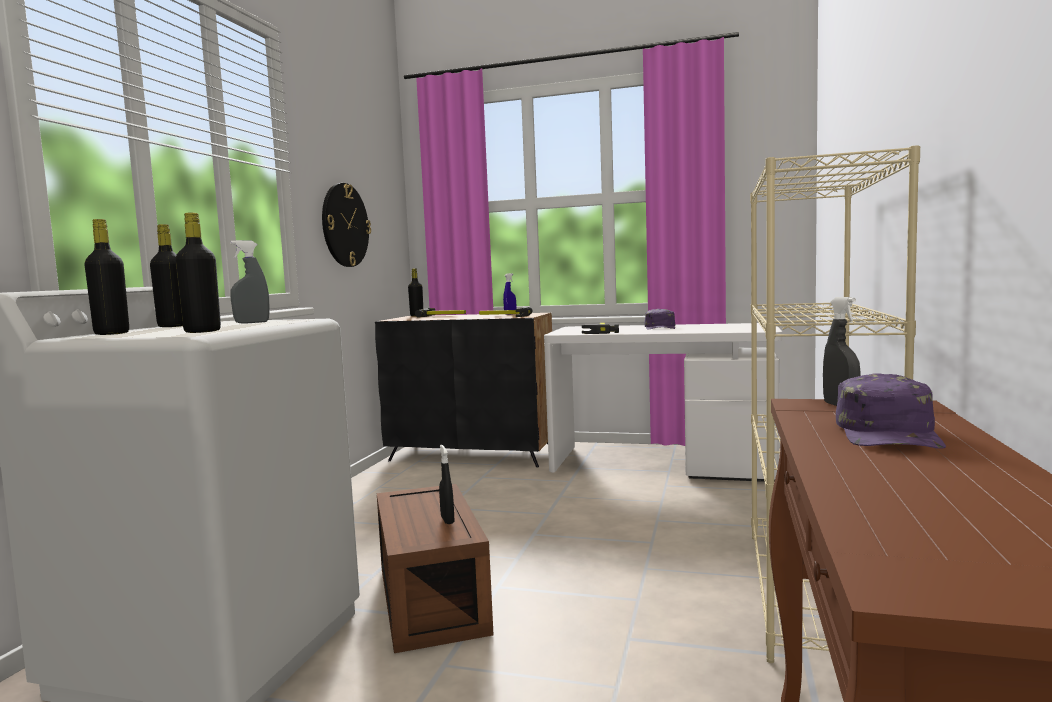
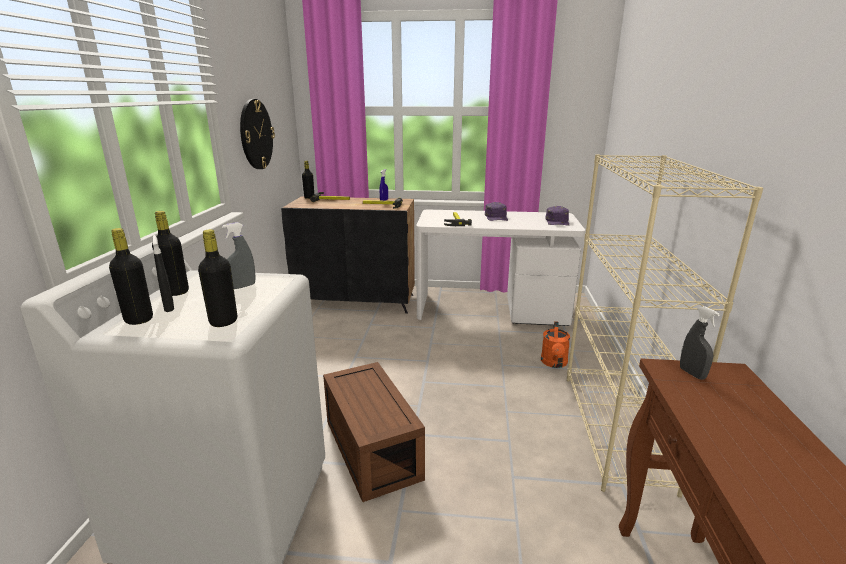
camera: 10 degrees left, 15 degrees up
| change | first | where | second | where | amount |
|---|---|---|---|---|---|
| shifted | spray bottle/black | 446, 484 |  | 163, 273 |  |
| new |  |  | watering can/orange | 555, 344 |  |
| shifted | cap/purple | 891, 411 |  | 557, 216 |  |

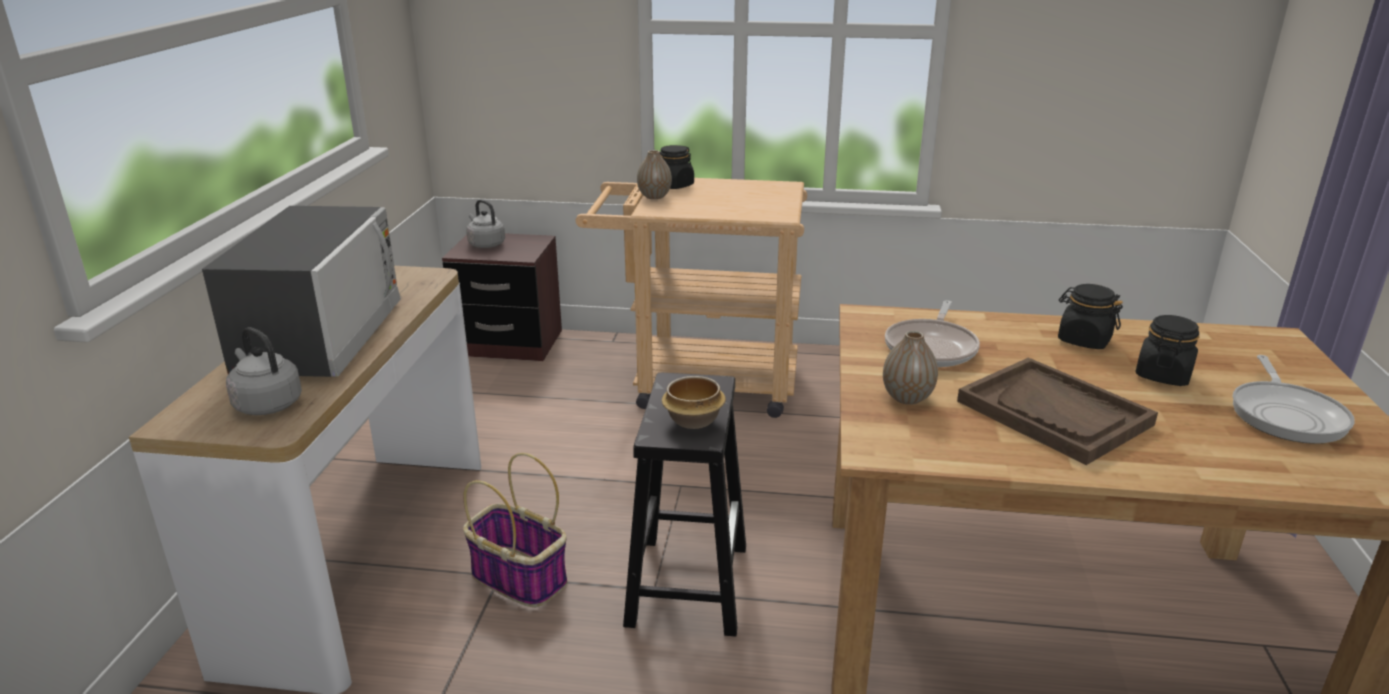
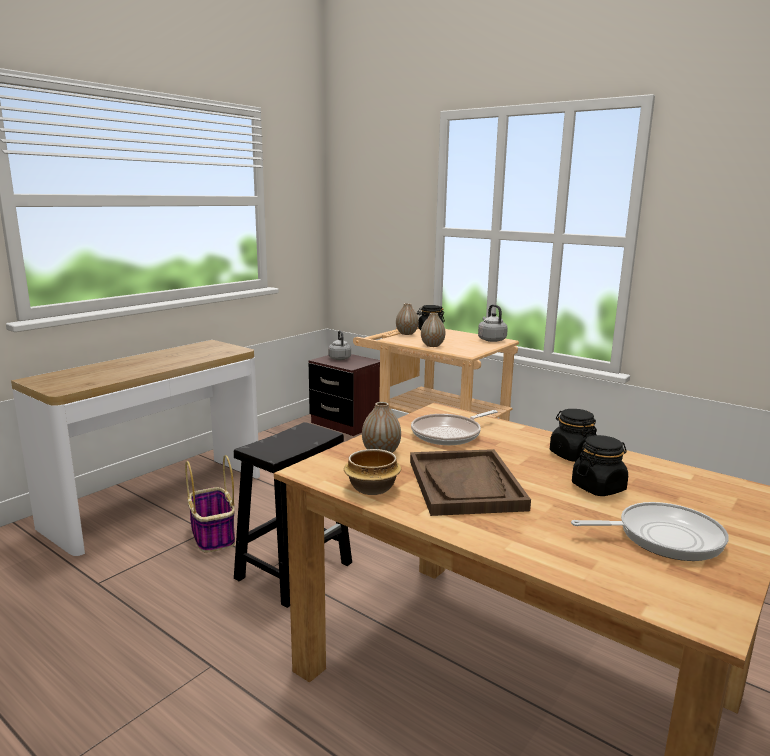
camera: 30 degrees right, 10 degrees down
| change | first | where | second | where | amount |
|---|---|---|---|---|---|
| shifted | bowl | 694, 402 |  | 372, 472 |  |
| new |  |  | vase | 433, 330 |  |
| shifted | kettle/grey | 264, 371 |  | 493, 323 |  |
| rotated | frying pan | 1294, 399 |  | 650, 531 | 135 degrees counterclockwise |
| gone | microwave | 301, 291 |  |  |  |

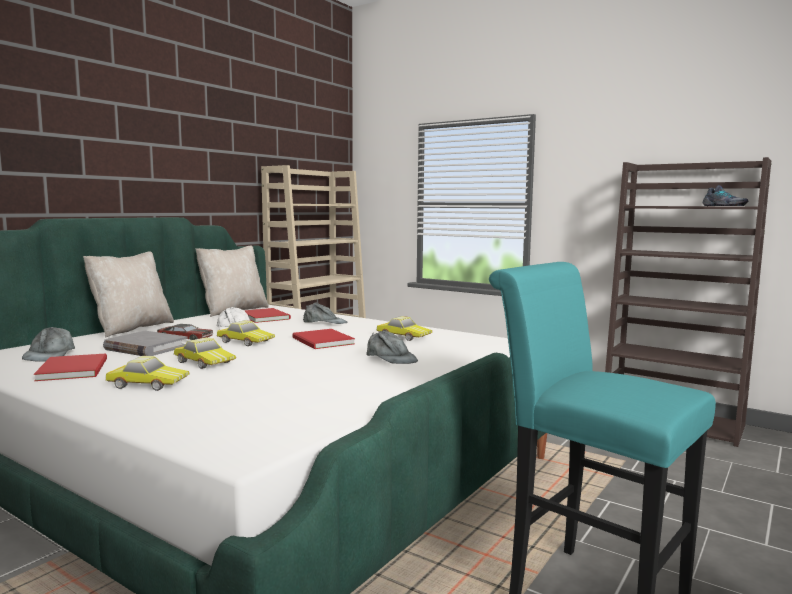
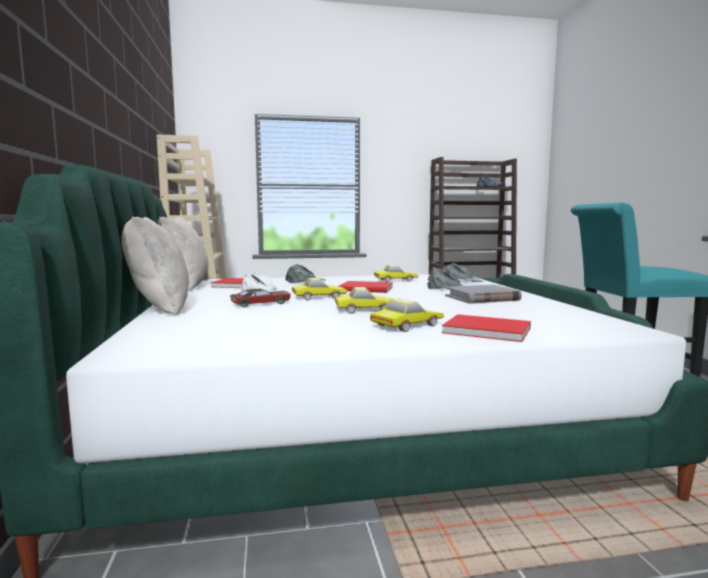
camera: 45 degrees left, 0 degrees up
| change | first | where | second | where | amount |
|---|---|---|---|---|---|
| shifted | book/red | 70, 367 |  | 486, 328 |  |
| shifted | cap/grey | 48, 344 |  | 463, 272 |  |
| shifted | book/grey | 145, 343 |  | 483, 294 |  |

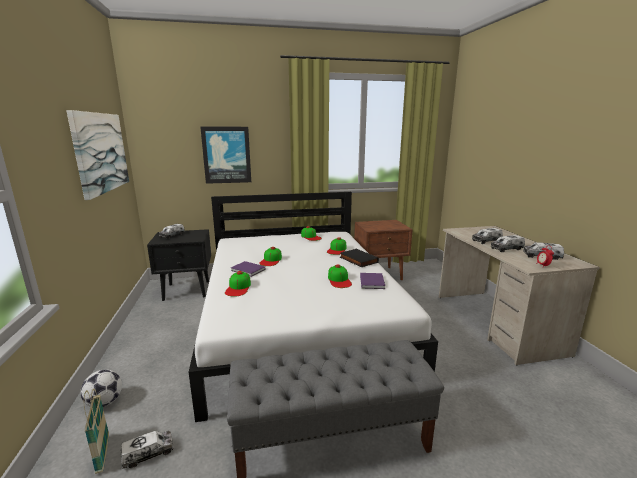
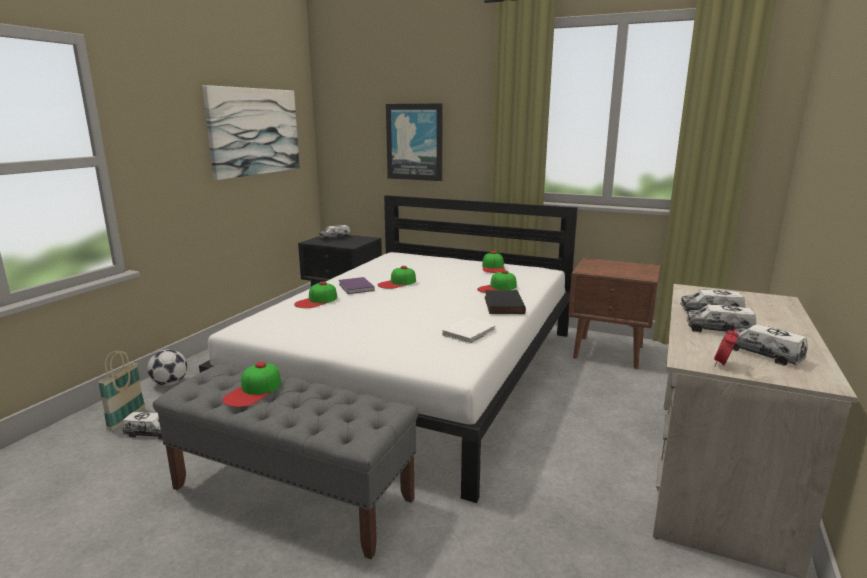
camera: 35 degrees right, 0 degrees up
| change | first | where | second | where | amount |
|---|---|---|---|---|---|
| shifted | cap | 340, 276 |  | 252, 384 |  |
| repainted | book/purple | 372, 281 | book/white | 469, 331 |  |

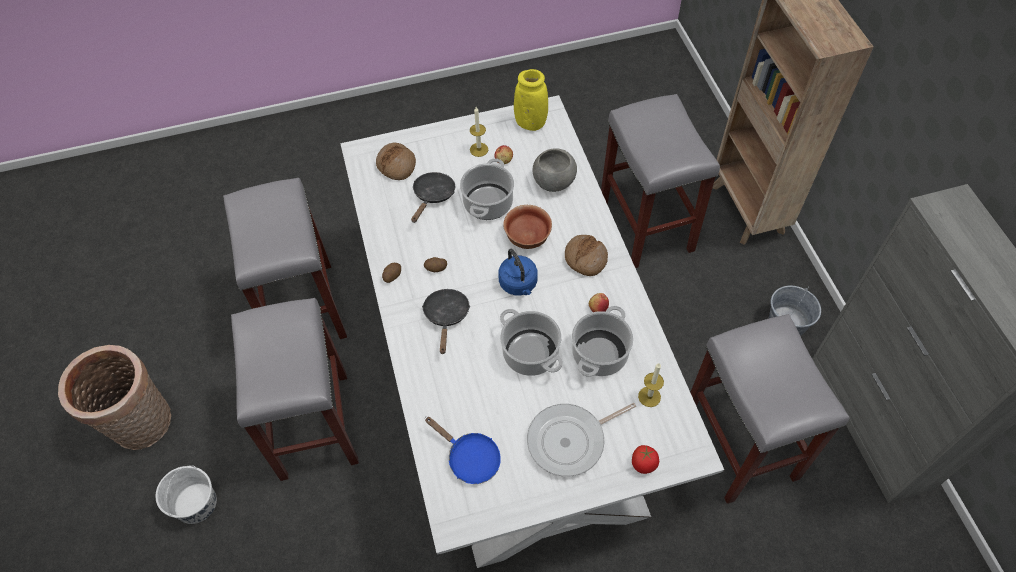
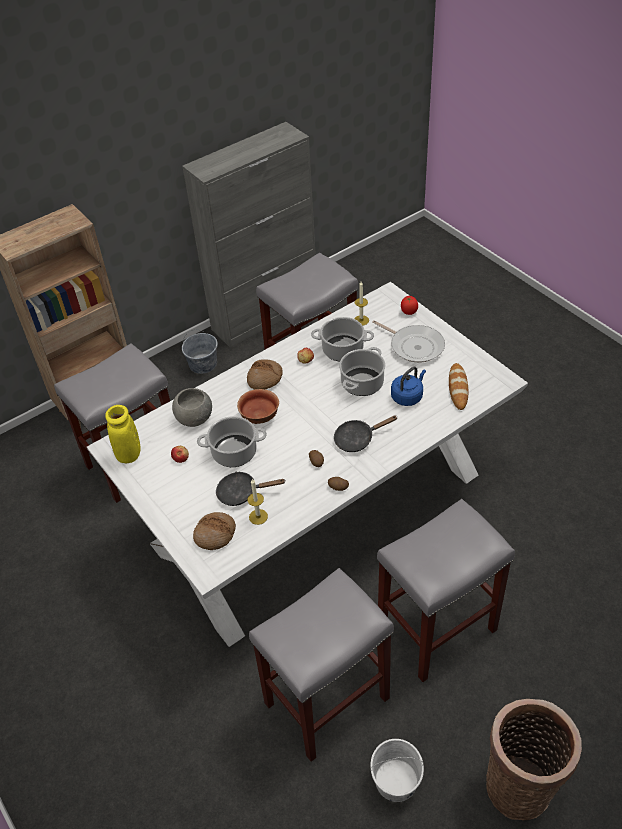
camera: 110 degrees left, 10 degrees down
| change | first | where | second | where | amount |
|---|---|---|---|---|---|
| shifted | candle | 479, 132 |  | 257, 502 |  |
| shifted | bucket/white | 186, 494 |  | 397, 770 |  |
| shifted | kettle/blue | 517, 272 |  | 408, 386 |  |
| swapped | frying pan/blue | 463, 450 | bread | 458, 386 |  |

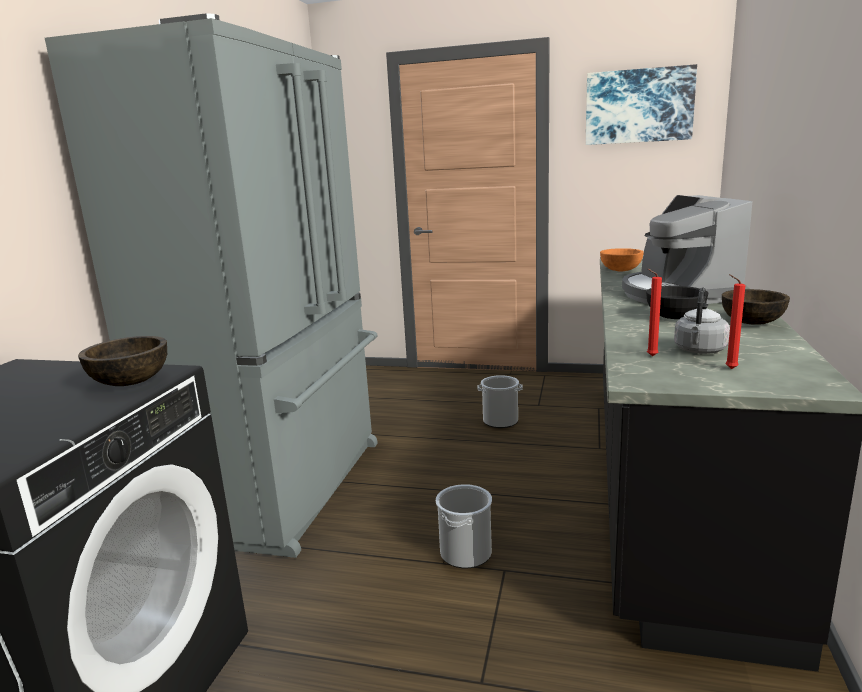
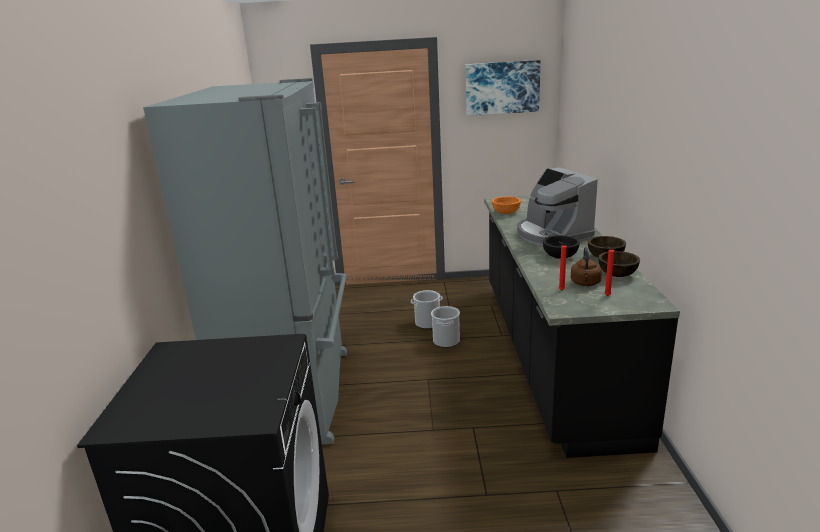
camera: 15 degrees left, 5 degrees up
| change | first | where | second | where | amount |
|---|---|---|---|---|---|
| shifted | bucket | 464, 526 |  | 445, 327 |  |
| repainted | kettle/grey | 702, 320 | kettle/brown | 586, 266 |  |
| shifted | bowl/brown | 122, 361 |  | 619, 264 |  |

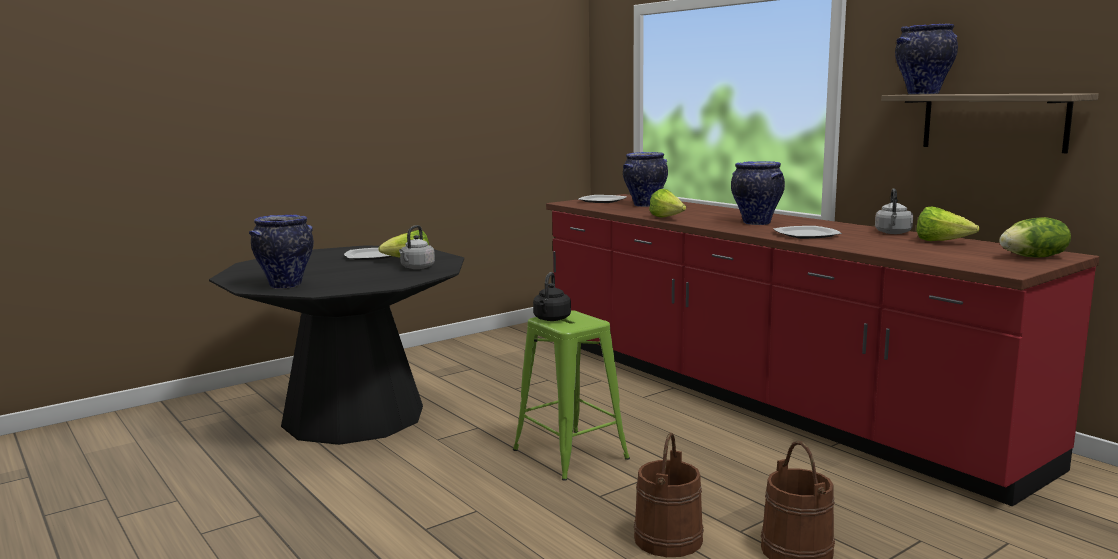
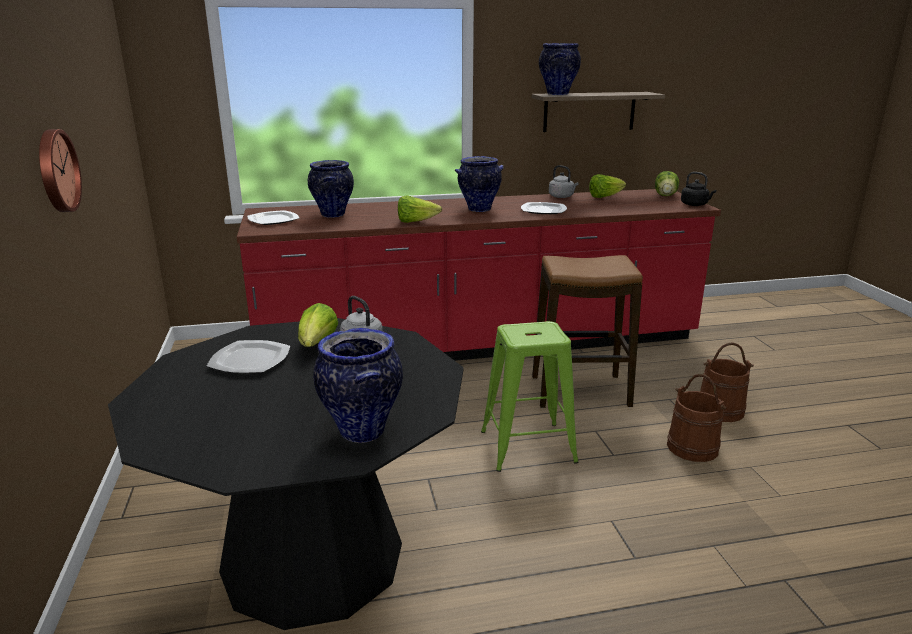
camera: 65 degrees left, 10 degrees up
| change | first | where | second | where | amount |
|---|---|---|---|---|---|
| new |  |  | wall clock | 60, 170 |  |
| new |  |  | stool | 587, 331 |  |
| shifted | kettle/black | 552, 296 |  | 698, 189 |  |

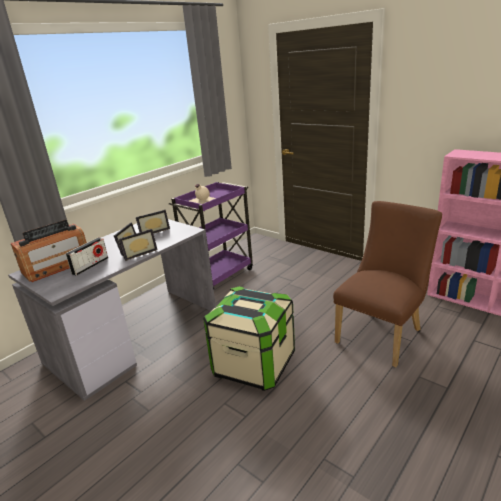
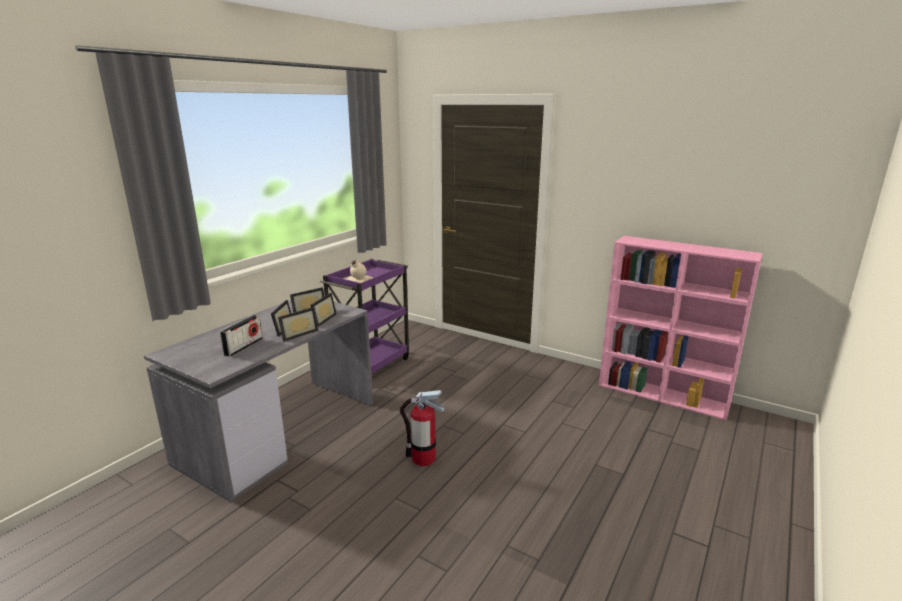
camera: 10 degrees left, 5 degrees down
| change | first | where | second | where | amount |
|---|---|---|---|---|---|
| new |  |  | picture frame | 324, 310 |  |
| swapped | storage box | 249, 338 | fire extinguisher | 422, 428 |  |
| gone | radio | 49, 251 |  |  |  |
| gone | chair/brown | 387, 284 |  |  |  |

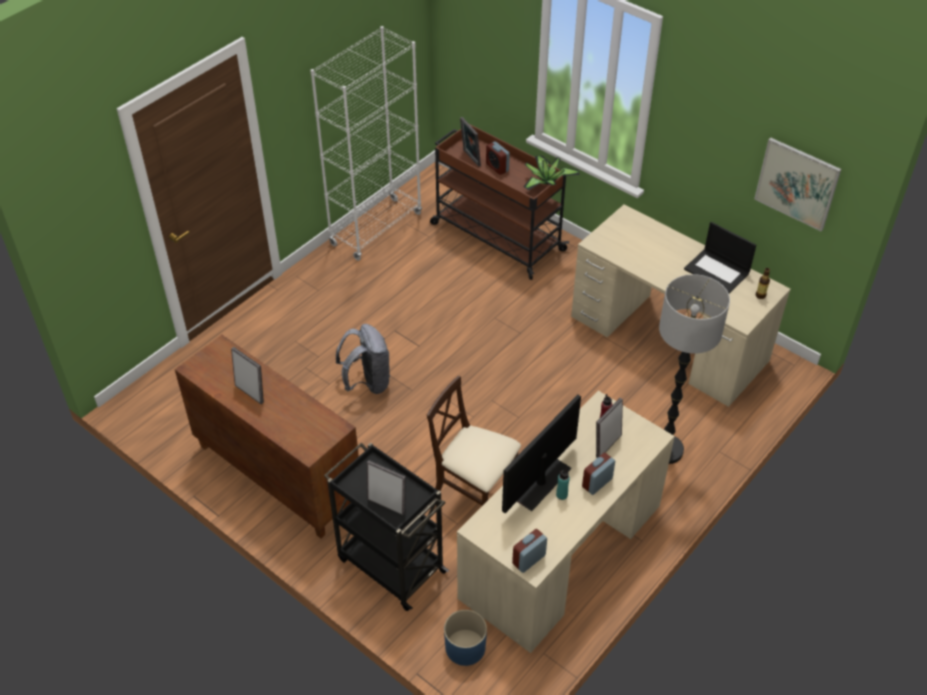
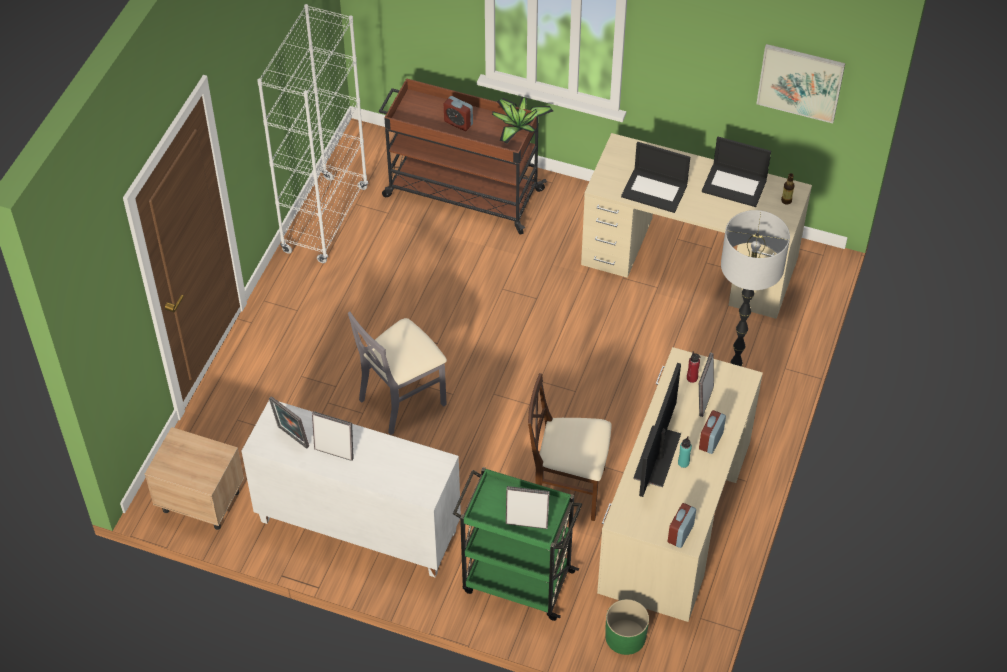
camera: 20 degrees left, 5 degrees up
| change | first | where | second | where | amount |
|---|---|---|---|---|---|
| new |  |  | nightstand/beige | 194, 478 |  |
| repainted | cabinet/brown | 267, 436 | cabinet/white | 351, 489 |  |
| shifted | picture frame | 470, 142 |  | 289, 422 |  |
| swapped | backpack/grey | 363, 359 | chair/grey | 397, 373 |  |
| repainted | cart/black | 386, 526 | cart/green | 517, 544 |  |
| repainted | planter/blue | 465, 638 | planter/green | 627, 627 |  |
| new |  |  | laptop | 655, 177 |  |

